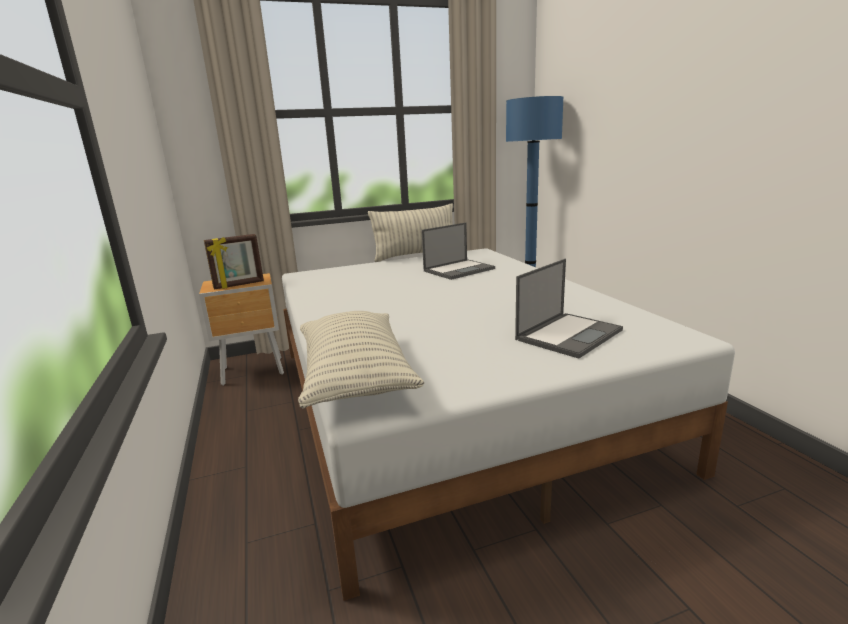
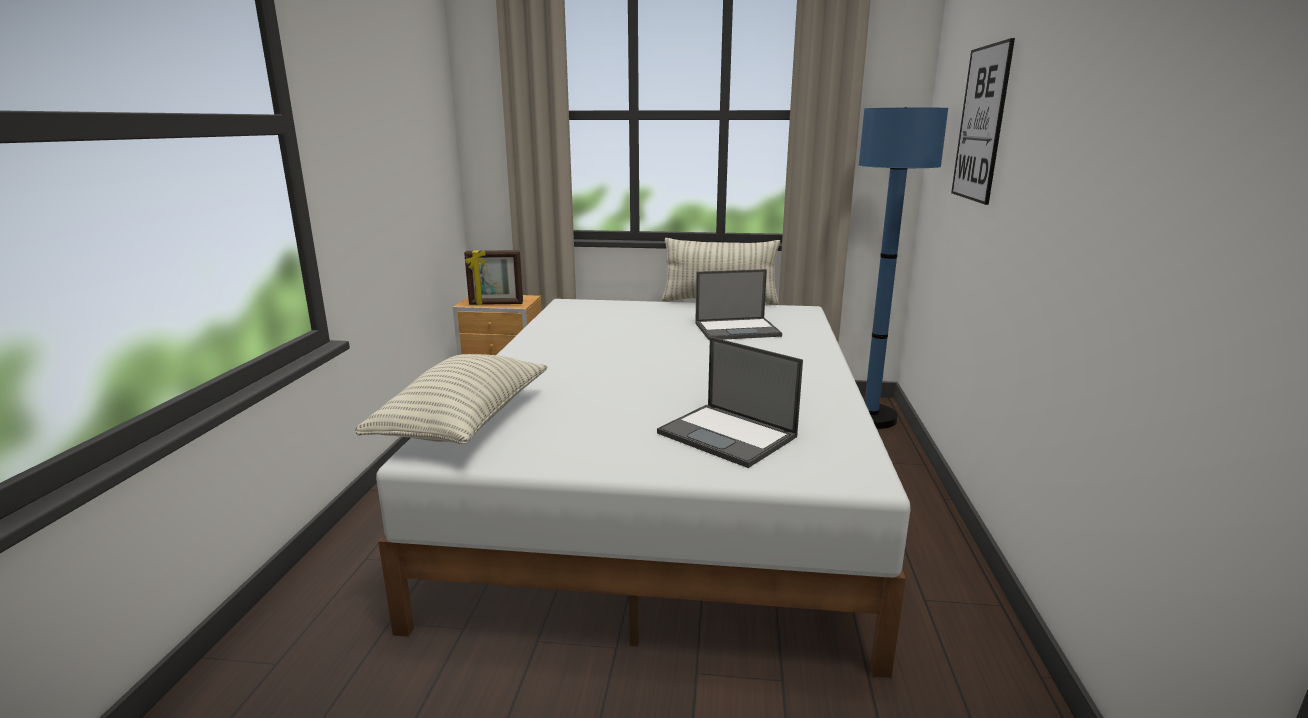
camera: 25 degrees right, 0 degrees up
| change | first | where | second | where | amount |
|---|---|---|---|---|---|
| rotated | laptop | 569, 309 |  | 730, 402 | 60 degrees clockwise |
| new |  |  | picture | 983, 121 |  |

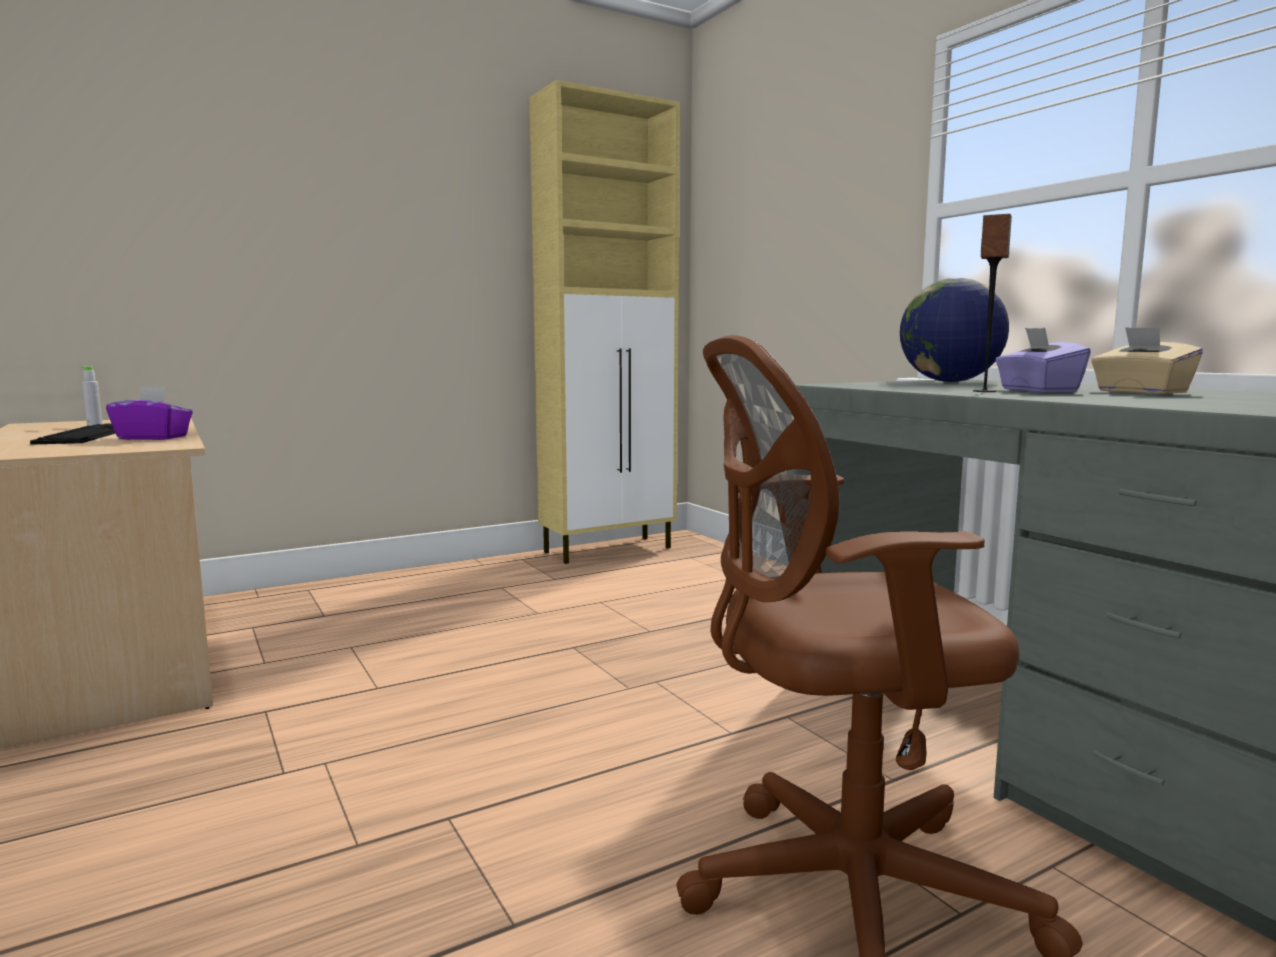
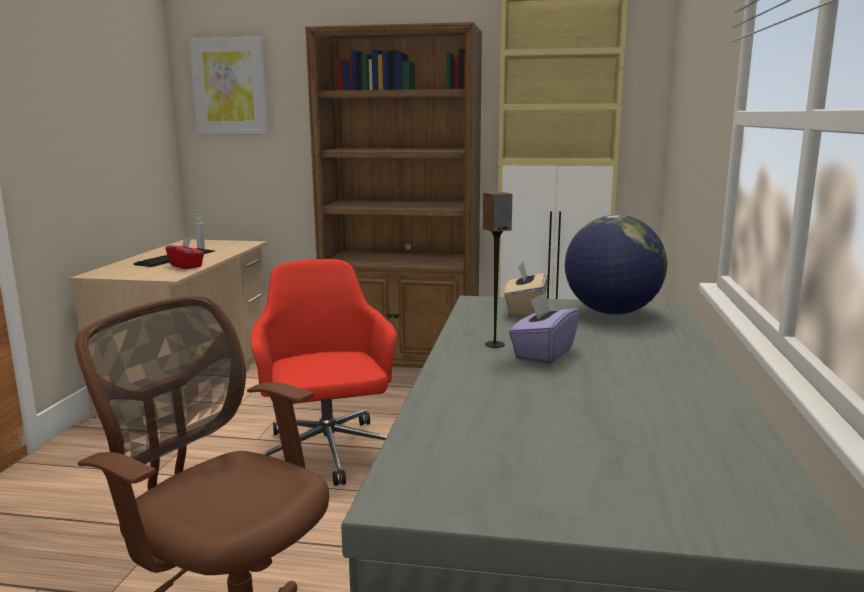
camera: 40 degrees right, 5 degrees up
| change | first | where | second | where | amount |
|---|---|---|---|---|---|
| repainted | tissue box/purple | 149, 413 | tissue box/red | 185, 253 |  |
| new |  |  | picture | 229, 85 |  |
| new |  |  | office chair/red | 323, 372 |  |
| new |  |  | bookcase/brown | 393, 195 |  |
| shifted | tissue box/beige | 1147, 360 |  | 526, 289 |  |

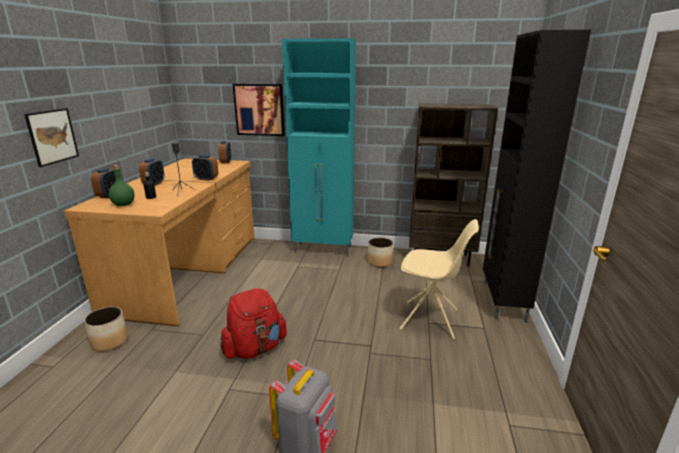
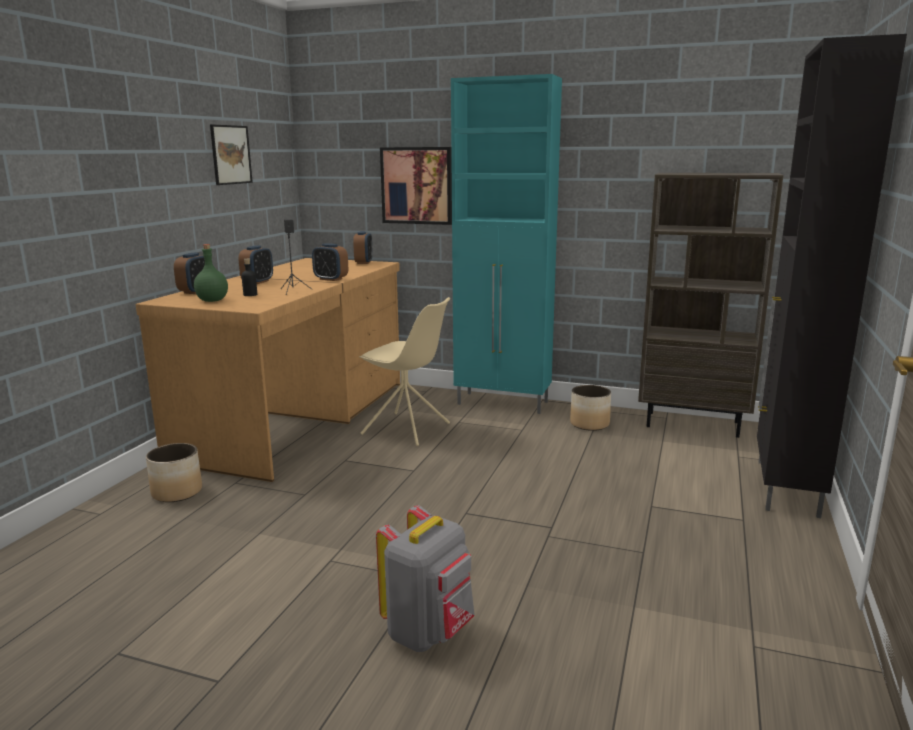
camera: 10 degrees right, 5 degrees down
| change | first | where | second | where | amount |
|---|---|---|---|---|---|
| shifted | picture | 51, 137 |  | 231, 154 |  |
| shifted | chair/beige | 439, 279 |  | 404, 371 |  |
| gone | backpack/red | 253, 323 |  |  |  |

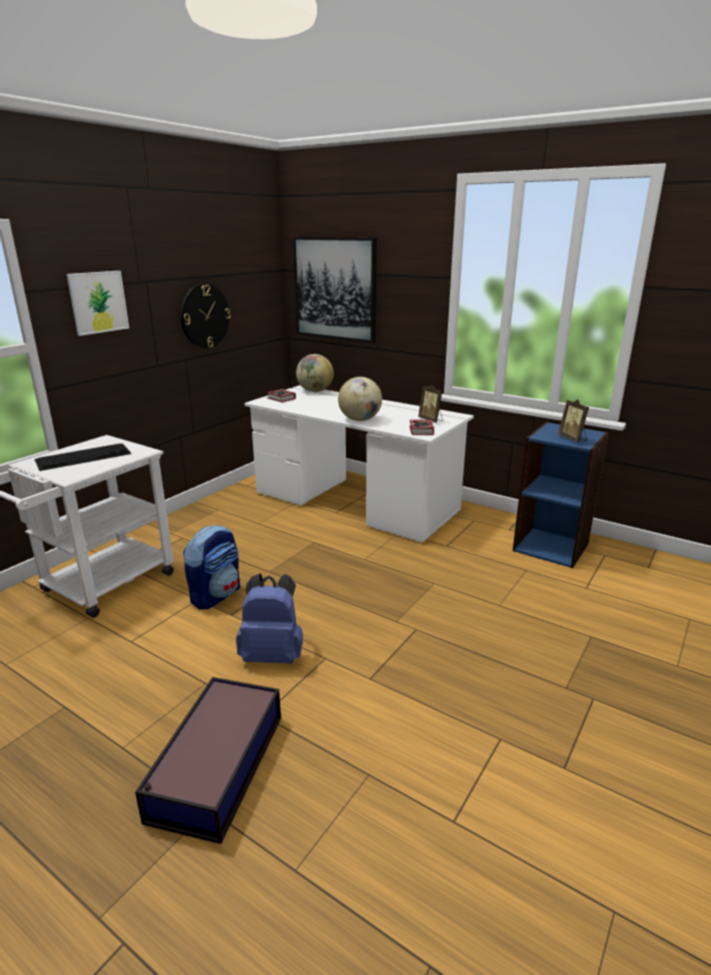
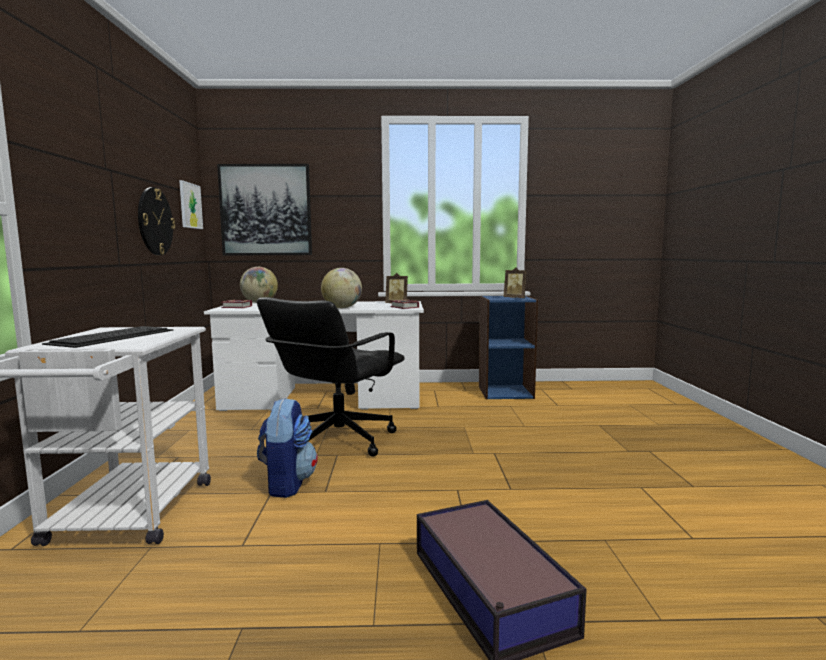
camera: 35 degrees left, 15 degrees down
| change | first | where | second | where | amount |
|---|---|---|---|---|---|
| shifted | picture | 98, 303 |  | 191, 204 |  |
| new |  |  | office chair/black | 331, 376 |  |
| gone | backpack/blue | 269, 618 |  |  |  |

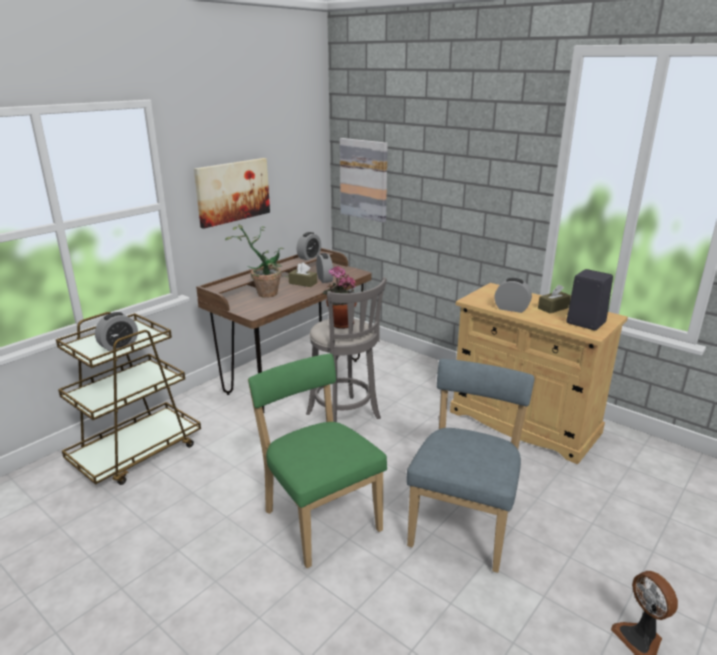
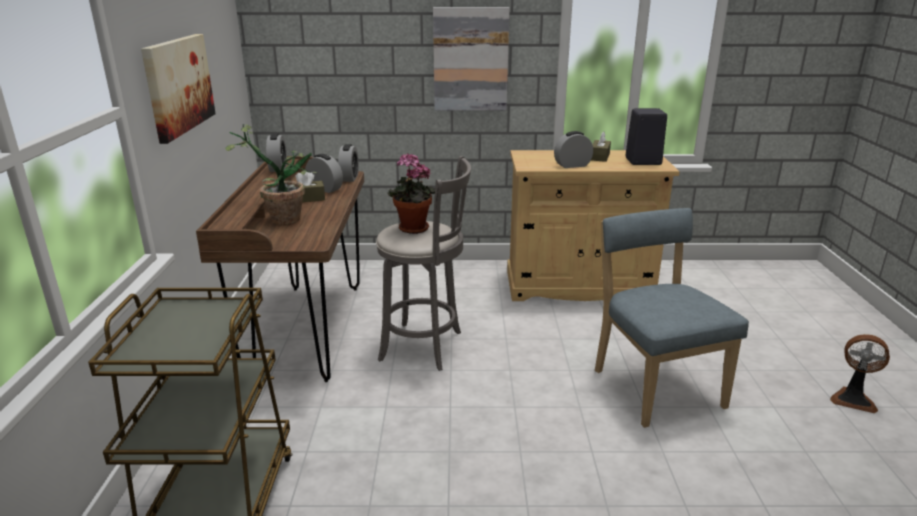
camera: 40 degrees left, 0 degrees up
| change | first | where | second | where | amount |
|---|---|---|---|---|---|
| shifted | alarm clock | 116, 331 |  | 348, 163 |  |
| shifted | picture | 364, 180 |  | 471, 59 |  |
| gone | chair/green | 317, 461 |  |  |  |

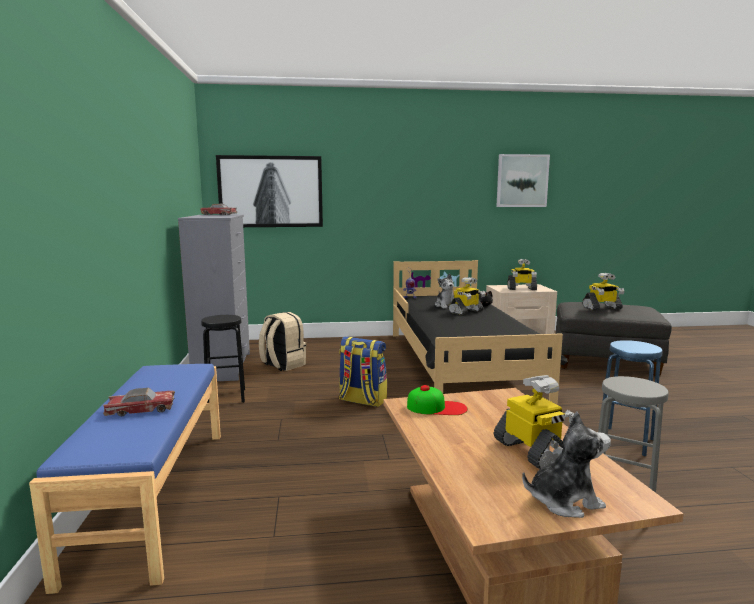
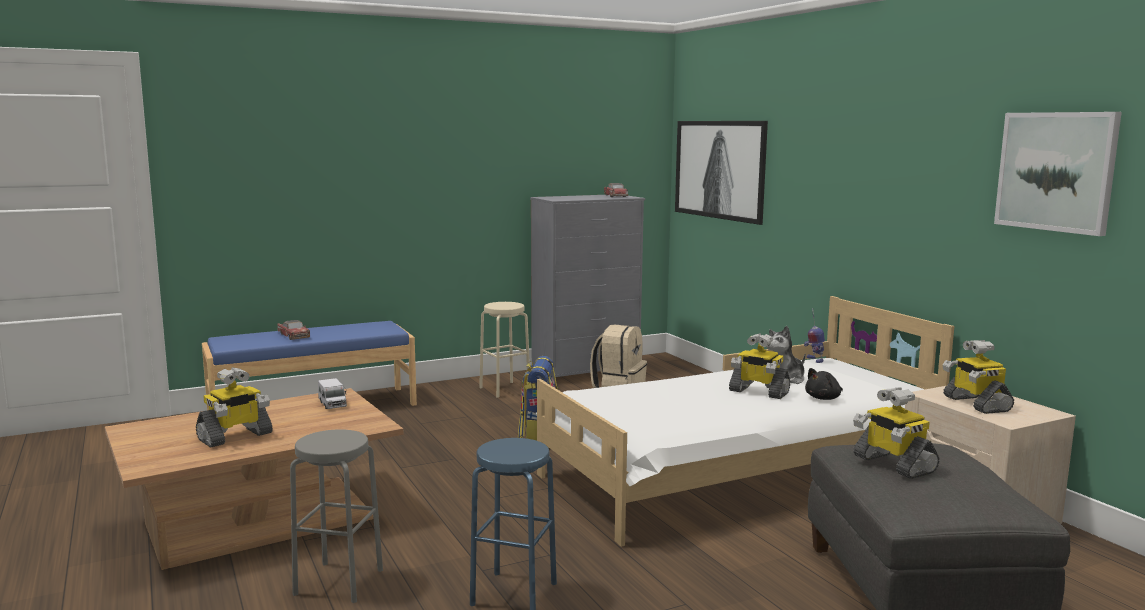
camera: 70 degrees right, 0 degrees up
| change | first | where | second | where | amount |
|---|---|---|---|---|---|
| swapped | cap | 437, 400 | toy truck | 332, 393 |  |
| repainted | stool/black | 223, 359 | stool/beige | 504, 350 |  |
| repainted | bed/black | 480, 332 | bed/white | 745, 421 |  |
| gone | plush toy | 566, 465 |  |  |  |

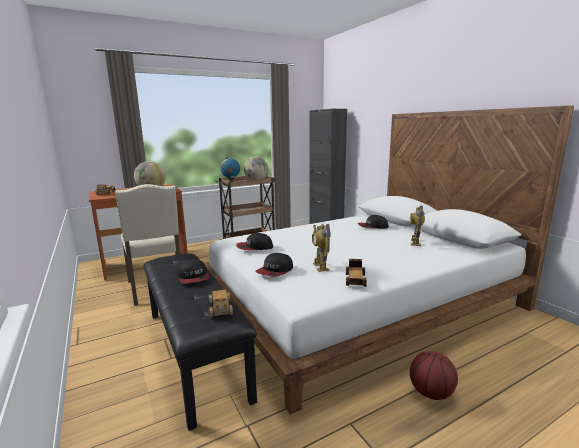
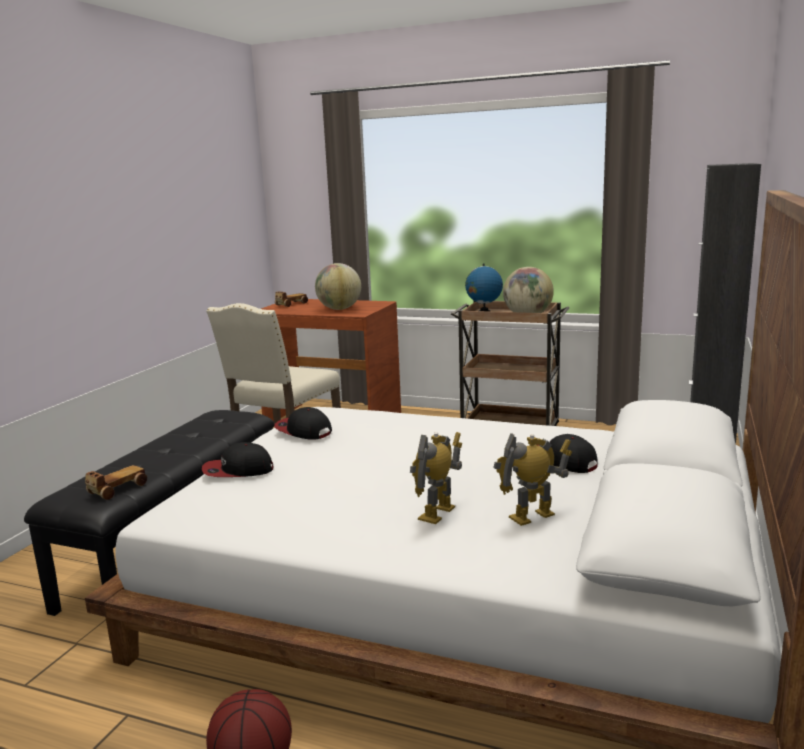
camera: 50 degrees right, 0 degrees up
| change | first | where | second | where | amount |
|---|---|---|---|---|---|
| shifted | toy robot | 321, 248 |  | 436, 478 |  |
| gone | cap | 193, 271 |  |  |  |
| gone | toy car | 356, 273 |  |  |  |

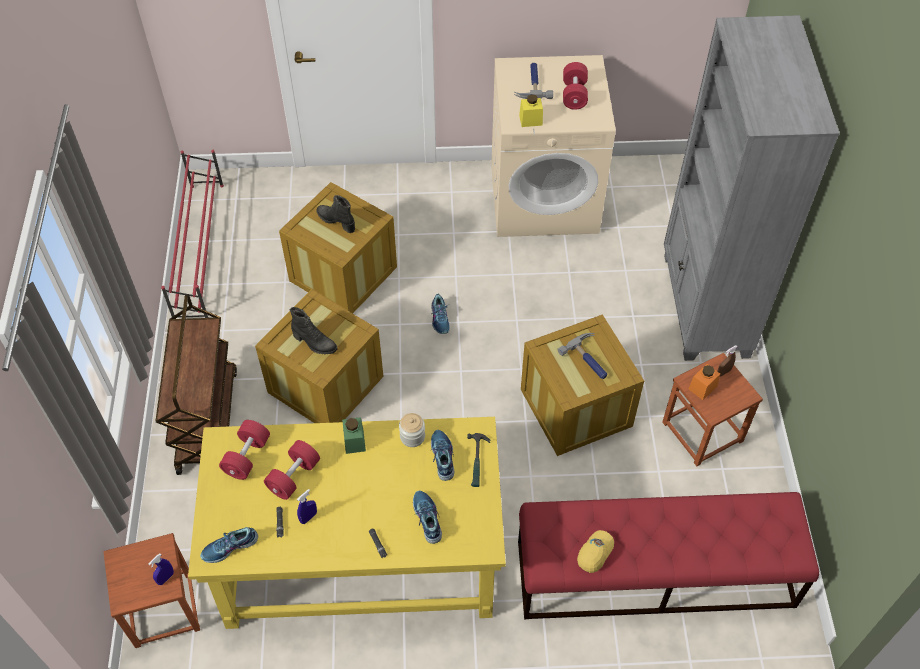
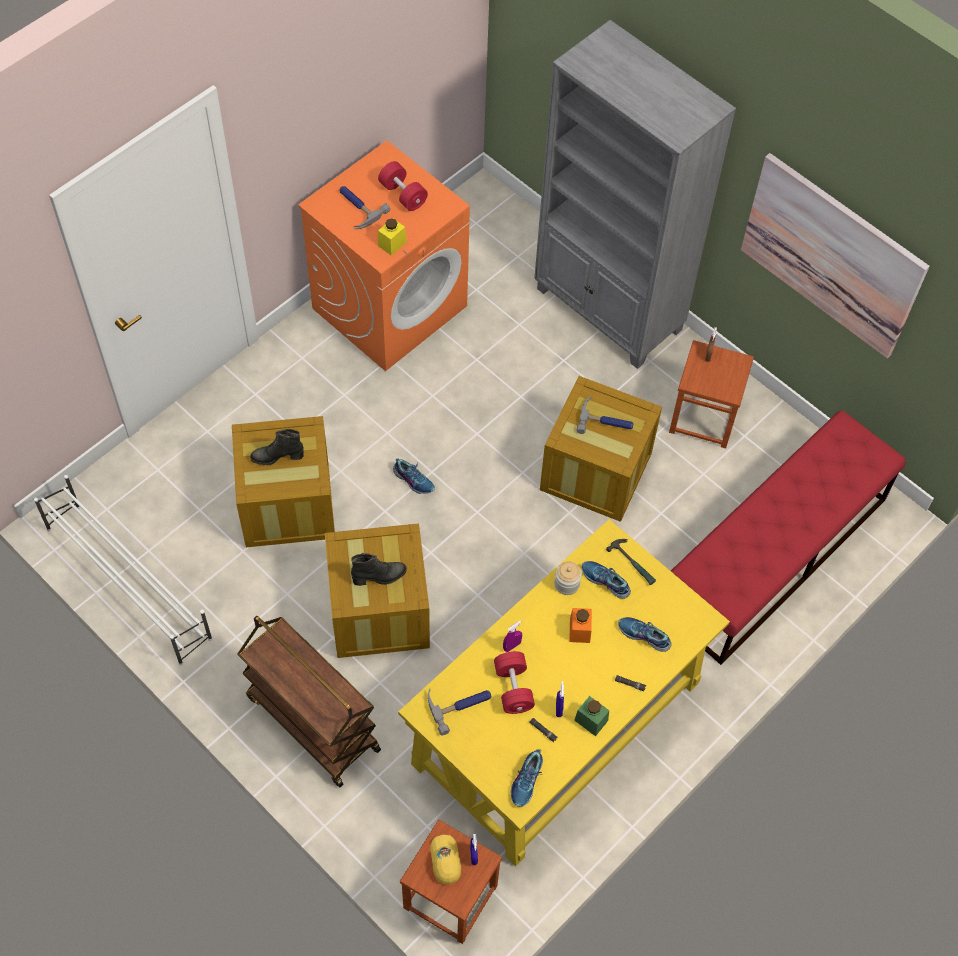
camera: 45 degrees left, 5 degrees up
| change | first | where | second | where | amount |
|---|---|---|---|---|---|
| repainted | shoe rack/red | 192, 234 | shoe rack/white | 123, 570 |  |
| repainted | washing machine/beige | 553, 146 | washing machine/orange | 384, 255 |  |
| swapped | dumbbell/red | 244, 450 | hammer | 459, 711 |  |
| shifted | cap/yellow | 595, 551 |  | 445, 859 |  |
| new |  |  | spray bottle/purple | 512, 636 |  |
| shifted | jar/orange | 704, 382 |  | 580, 625 |  |
| shifted | jar/green | 354, 435 |  | 591, 716 |  |
| new |  |  | picture | 835, 255 |  |

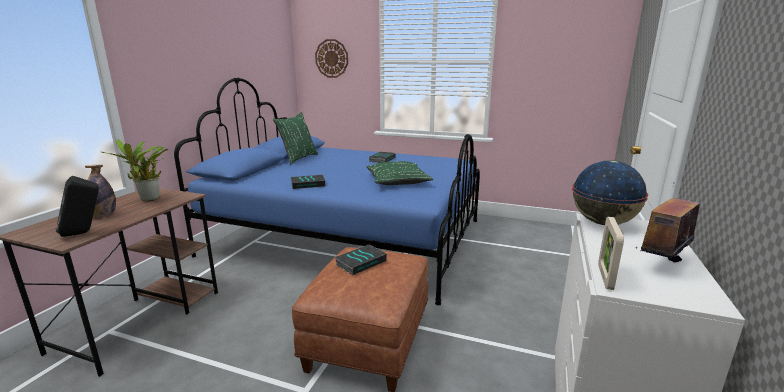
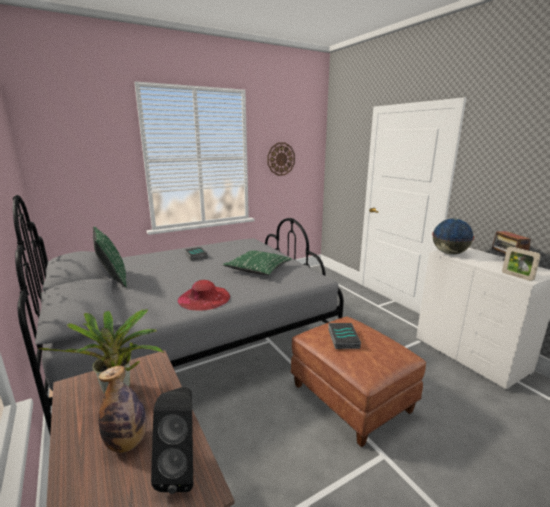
camera: 50 degrees left, 0 degrees up
| change | first | where | second | where | amount |
|---|---|---|---|---|---|
| repainted | bed/blue | 327, 192 | bed/grey | 178, 314 |  |
| swapped | book | 308, 182 | hat/red | 204, 295 |  |
| shifted | wall clock | 331, 58 |  | 281, 159 |  |

